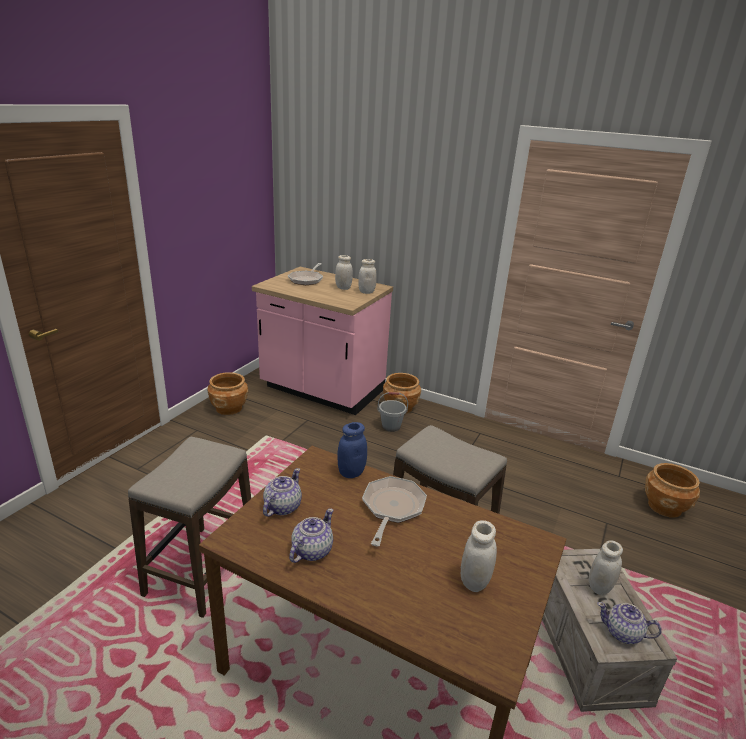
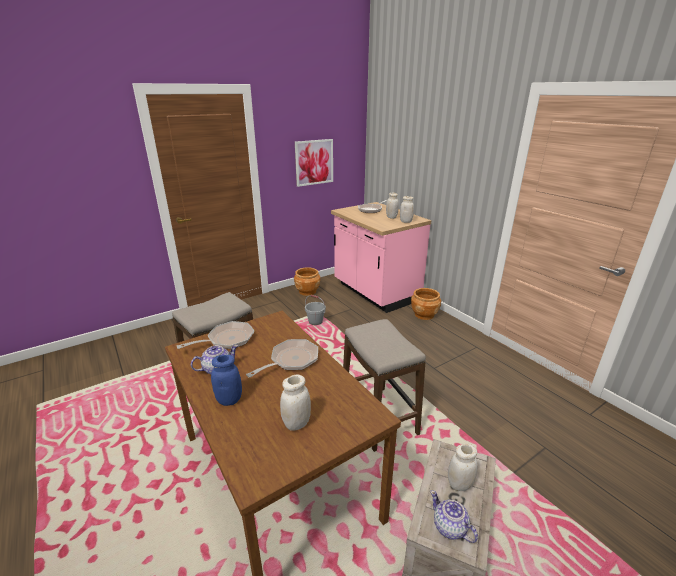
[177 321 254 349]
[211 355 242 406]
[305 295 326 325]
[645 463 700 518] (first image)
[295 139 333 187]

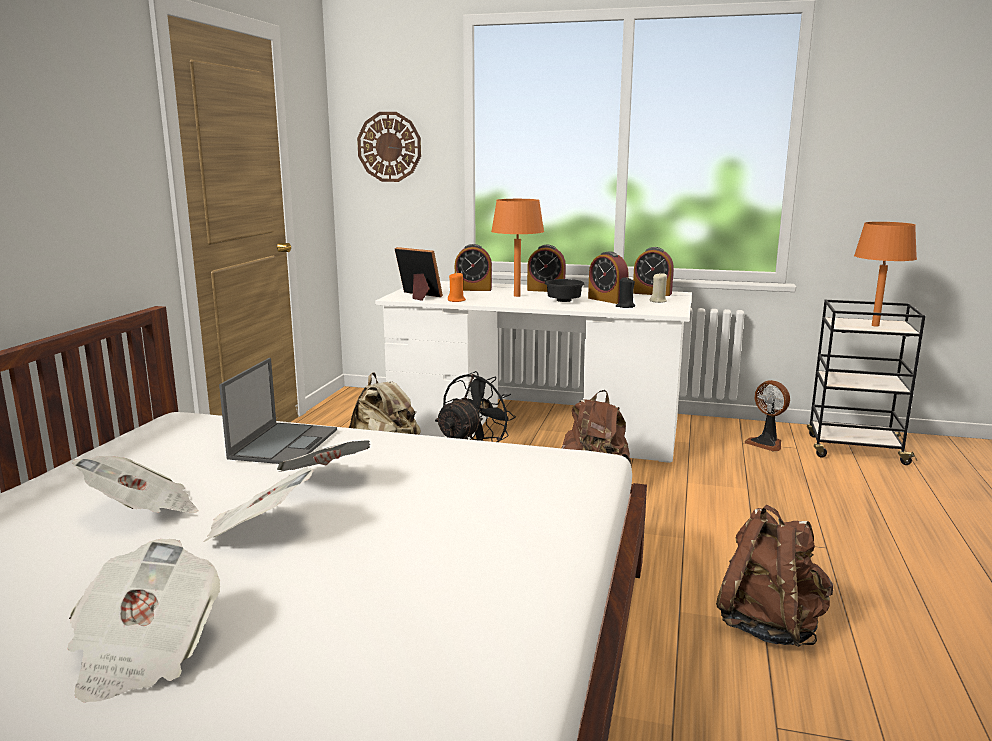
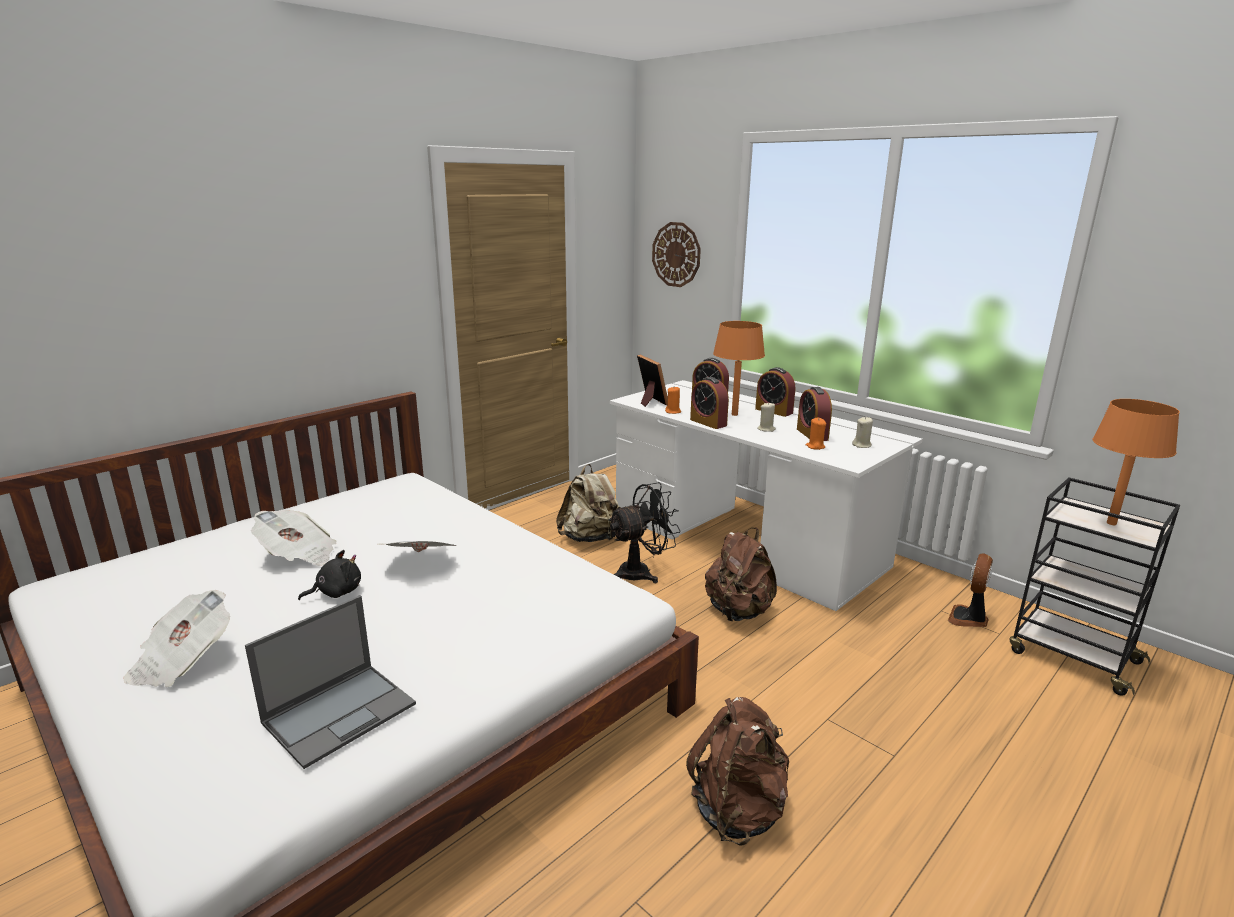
[298 550 361 600]
[245 595 416 769]
[757 402 776 432]
[806 418 826 450]
[690 377 729 429]
[948 553 993 627]

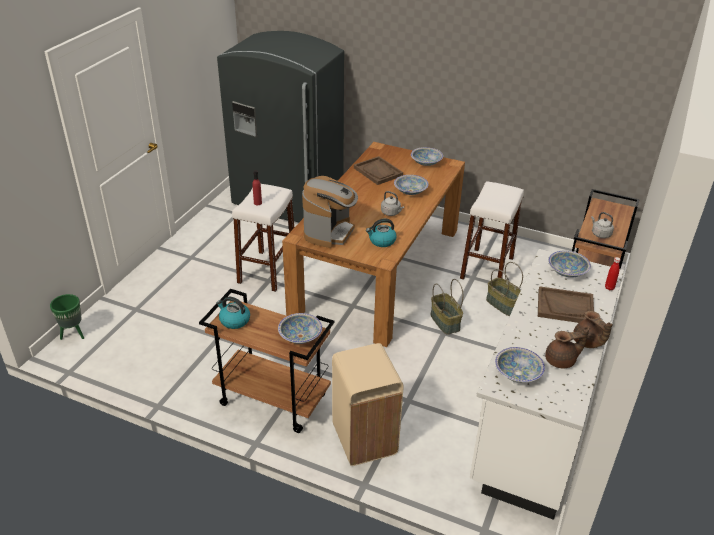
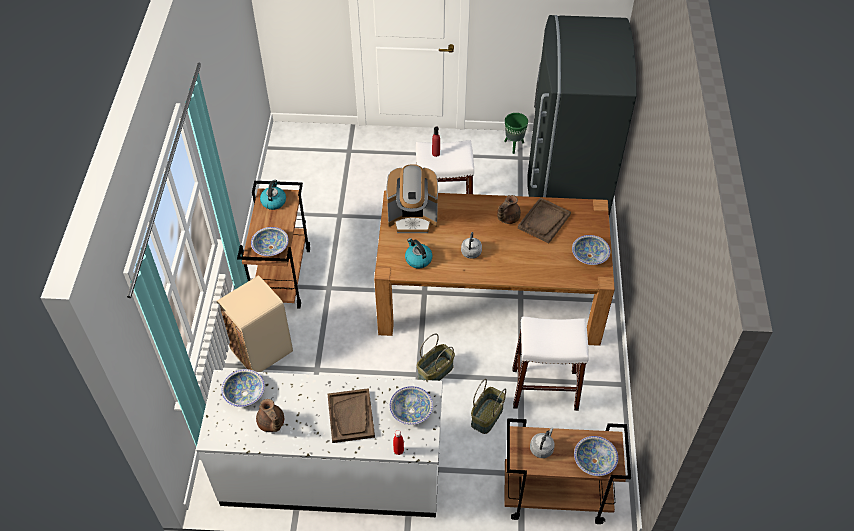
[504 113 528 154]
[574 436 618 476]
[497 195 521 224]

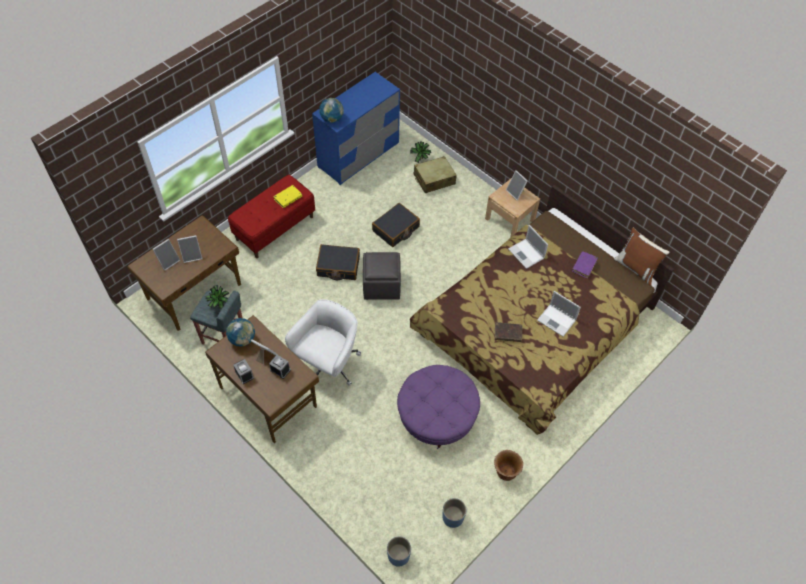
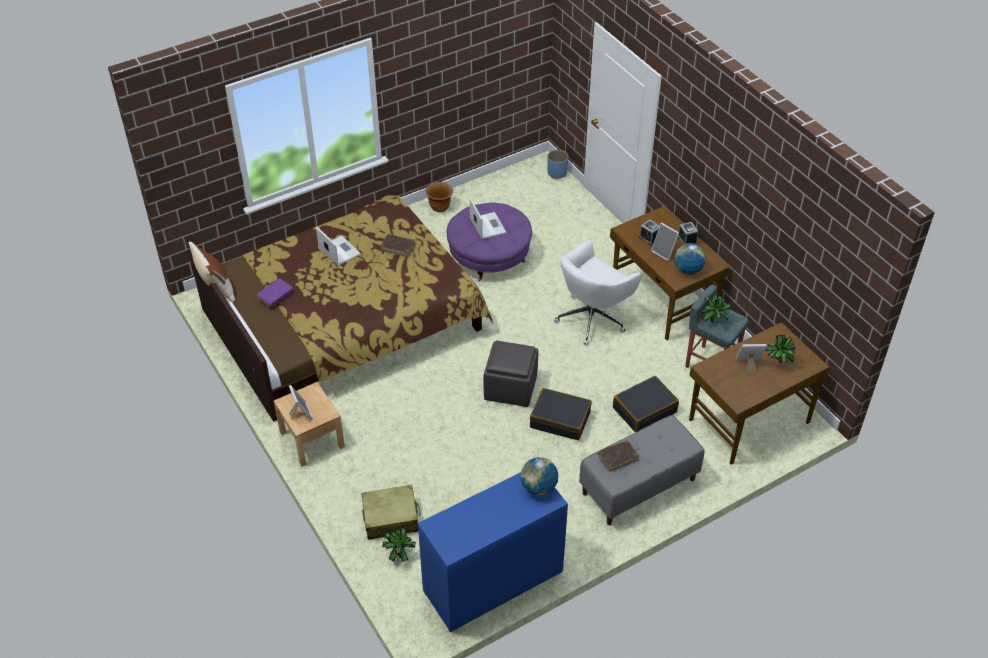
[765 335 796 363]
[579 415 704 525]
[598 440 639 472]
[613 376 679 432]
[442 498 466 528] (first image)
[470 199 506 239]

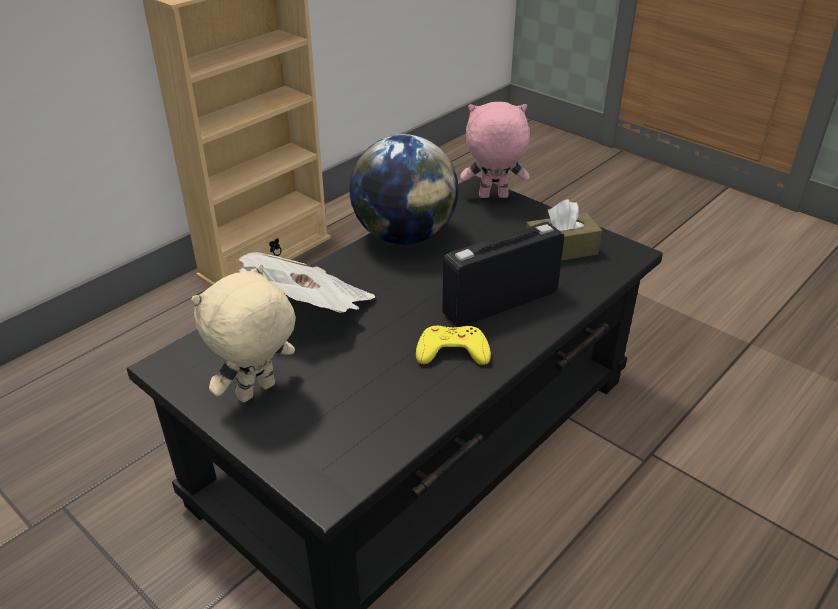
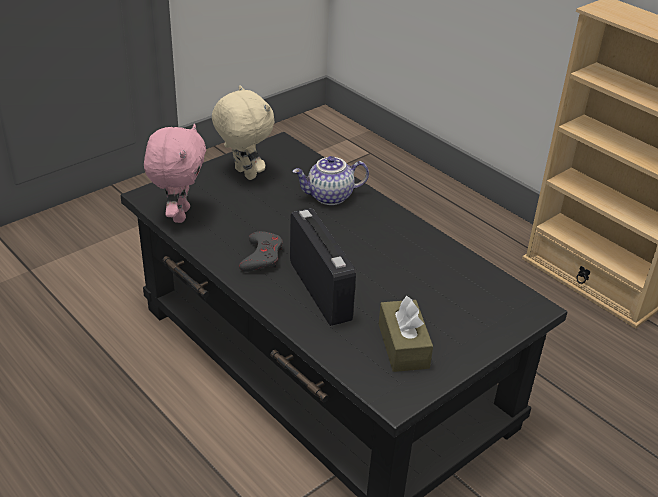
[292 156 369 205]
[350 134 459 245] (first image)
[239 231 283 272]
[144 124 206 223]

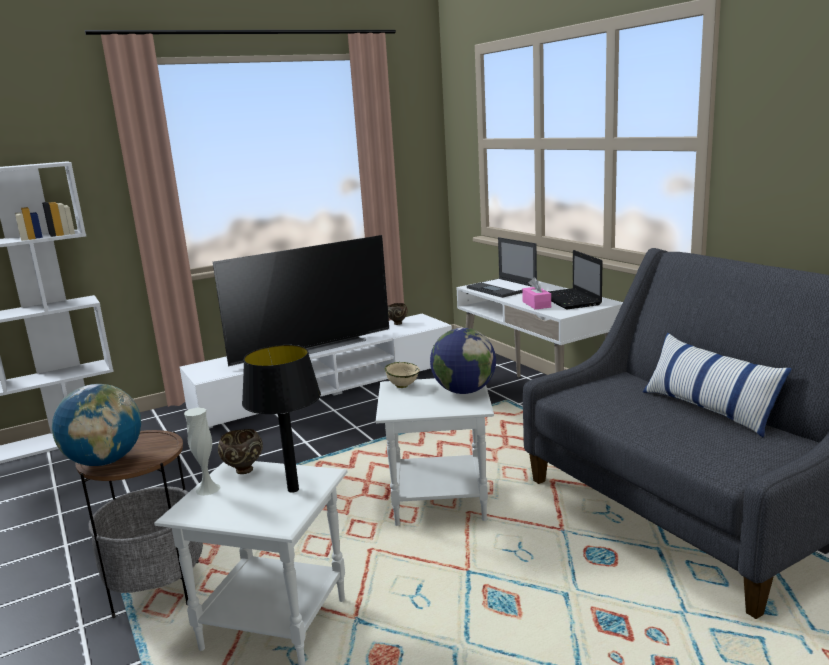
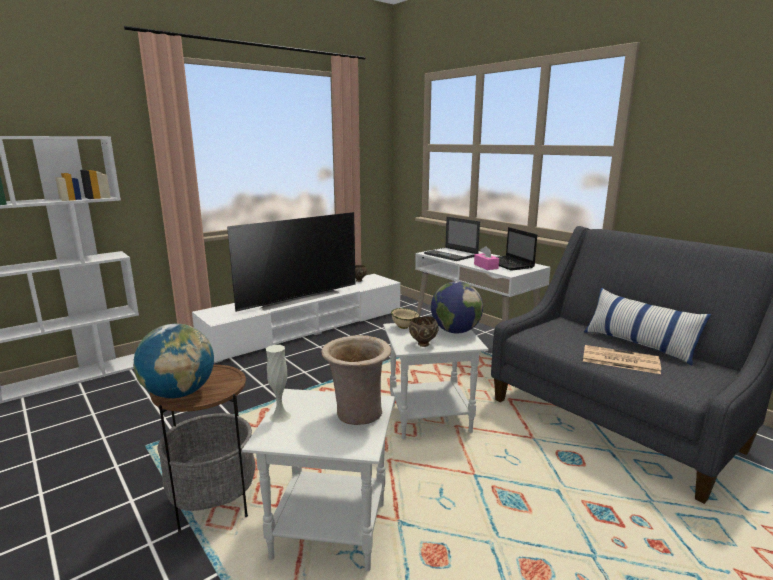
[409 317 439 347]
[321 335 391 425]
[583 345 661 374]

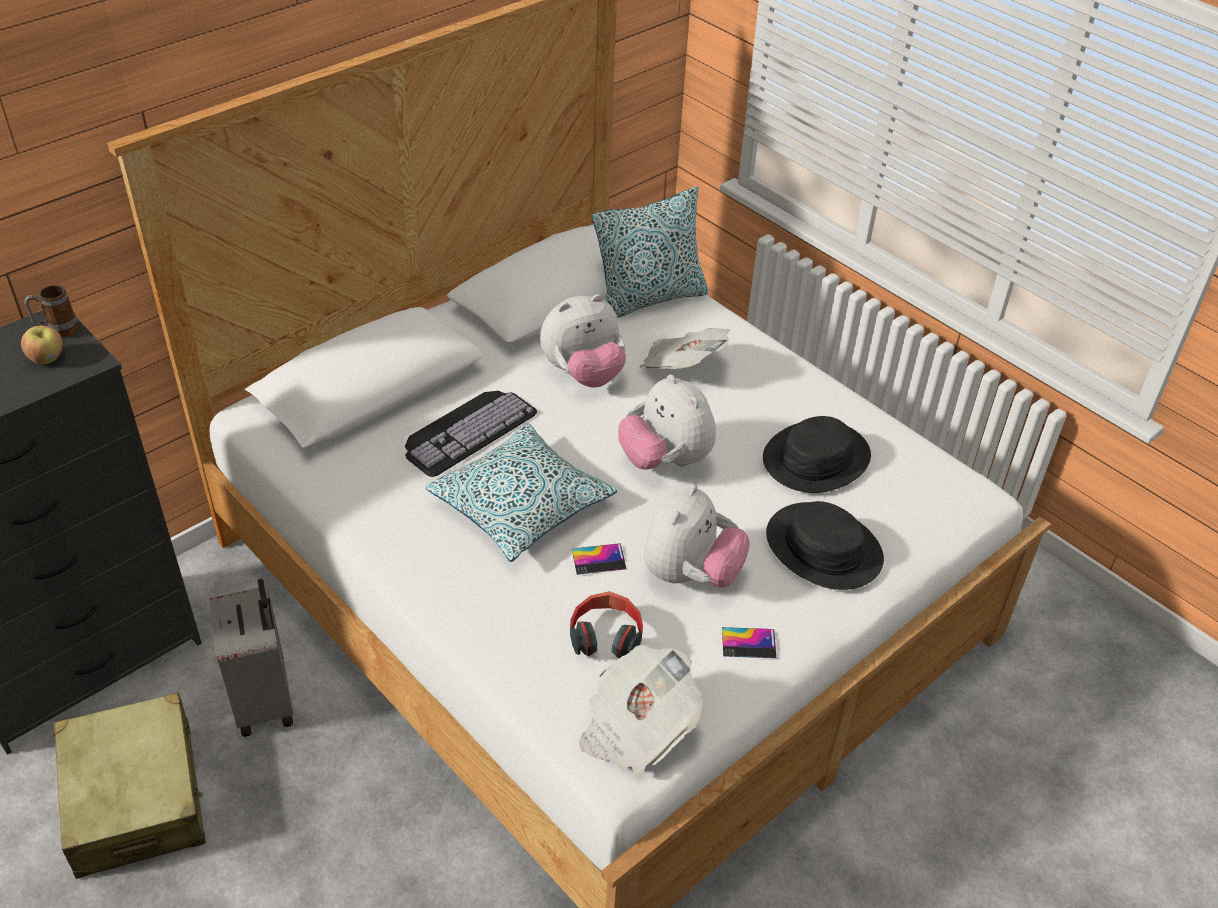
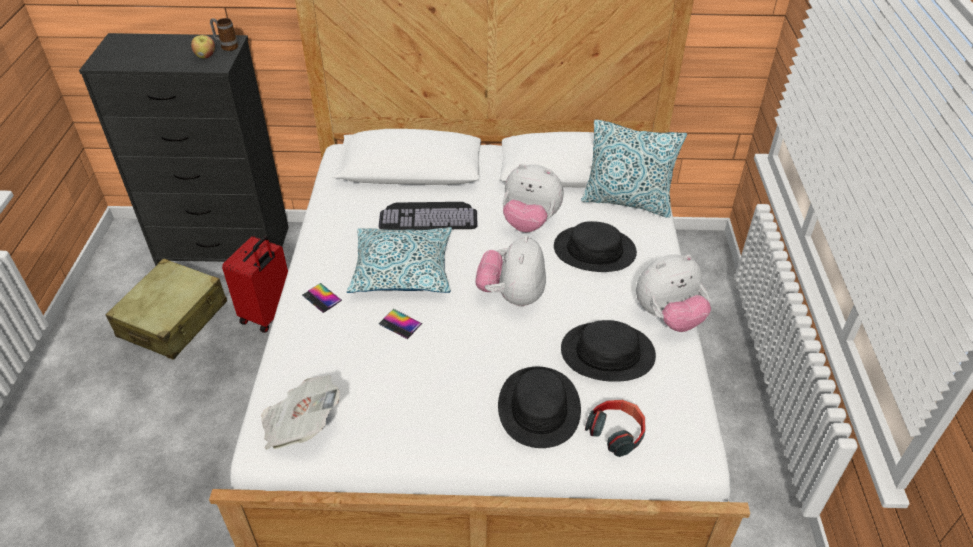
[222 236 288 333]
[585 400 645 457]
[554 221 637 272]
[636 254 711 332]
[302 283 342 313]

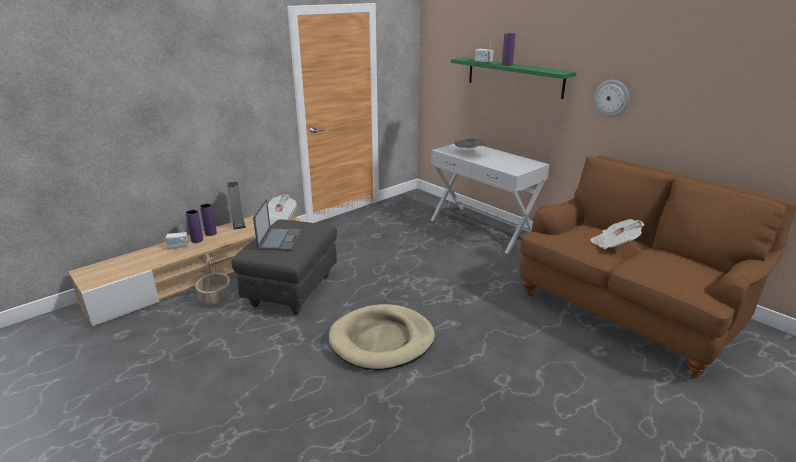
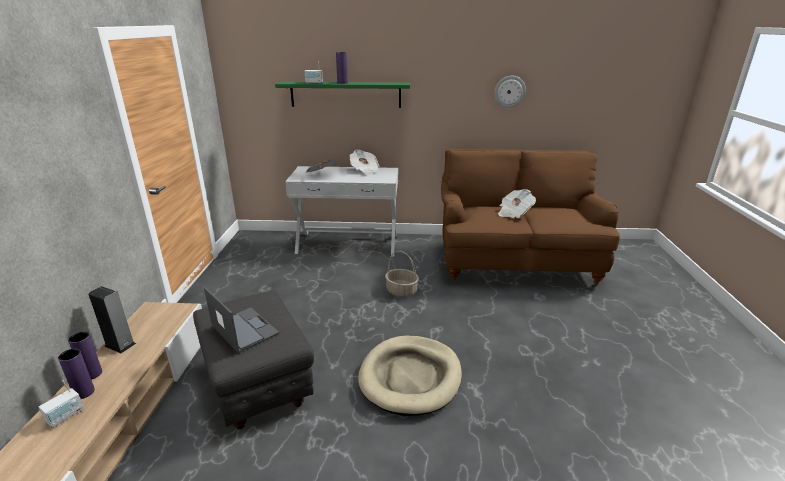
[385 251 419 297]
[349 150 380 176]
[494 76 526 108]

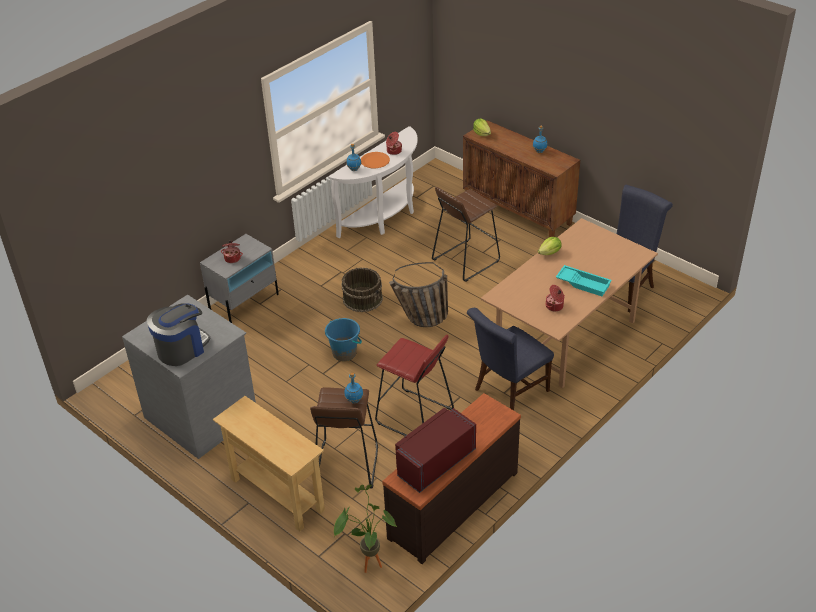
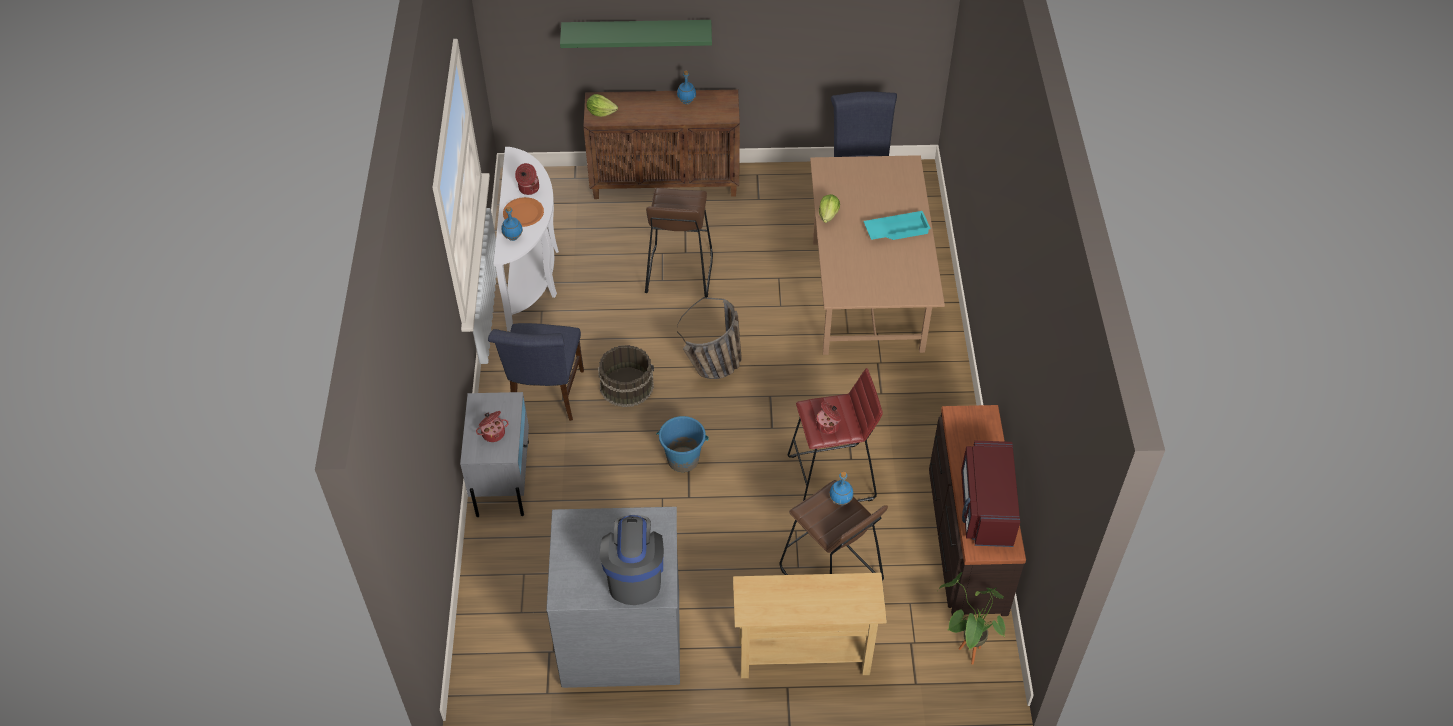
[488 323 584 421]
[816 402 841 434]
[560 20 712 48]

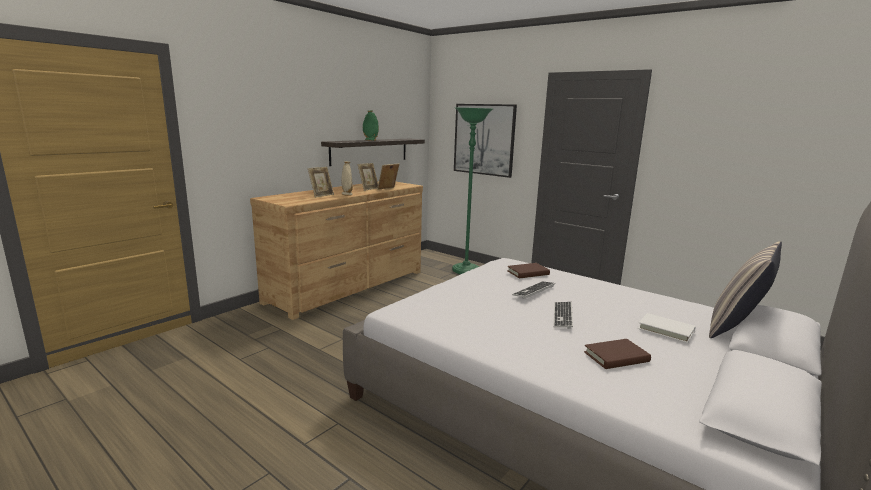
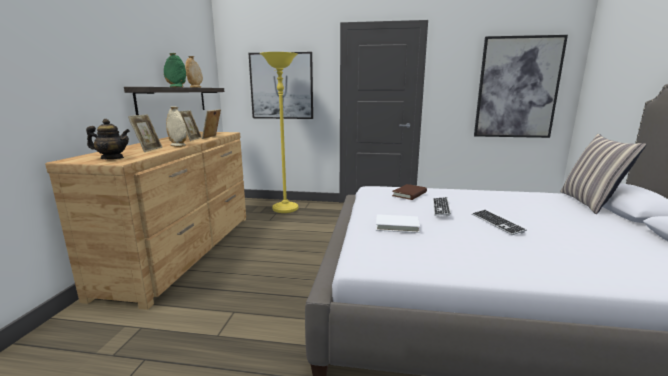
[260 52 298 213]
[584 339 651 369] (first image)
[376 214 420 233]
[86 119 130 159]
[185 56 203 88]
[474 35 568 138]

